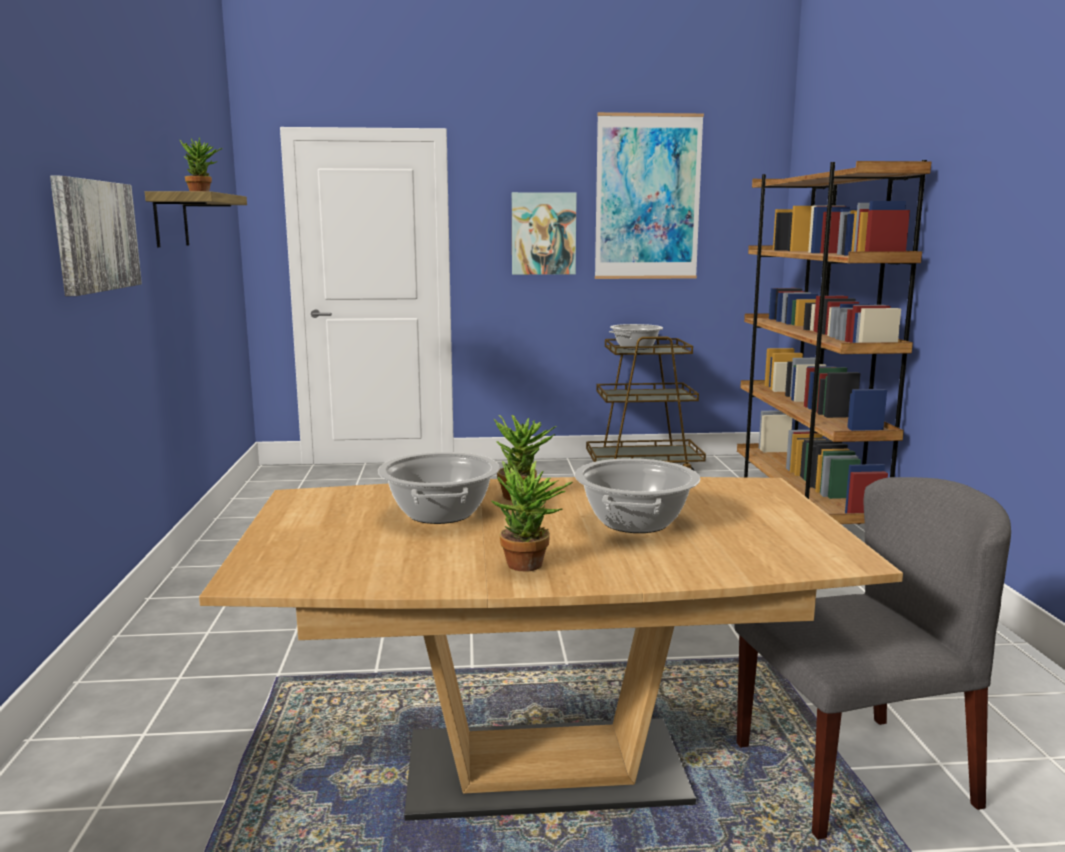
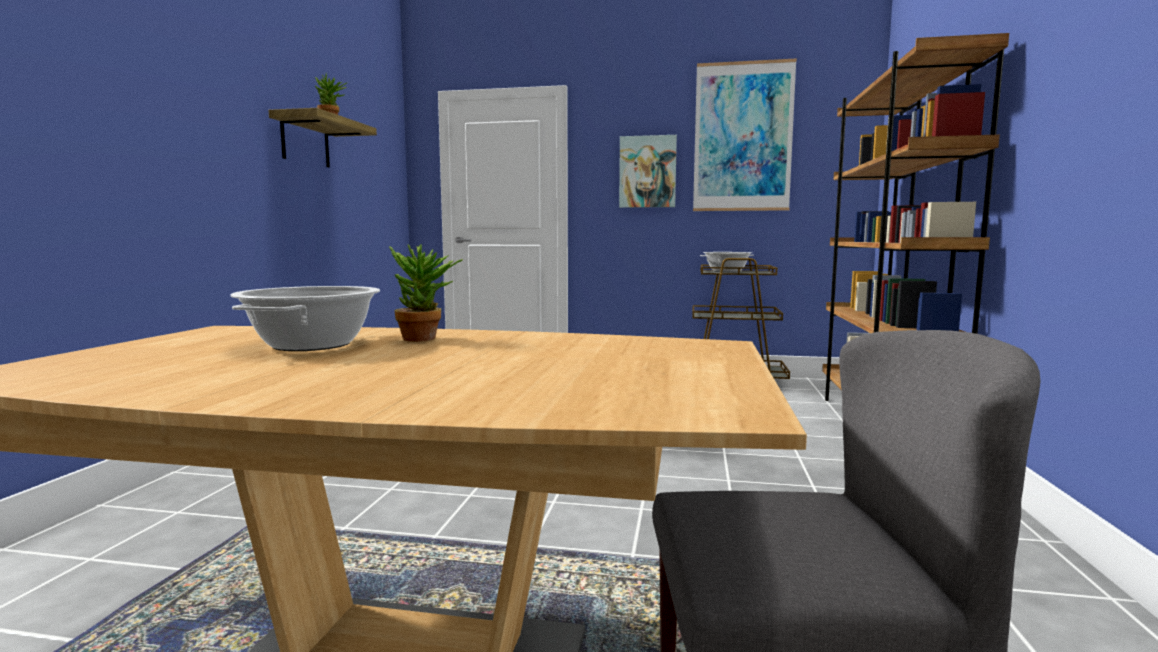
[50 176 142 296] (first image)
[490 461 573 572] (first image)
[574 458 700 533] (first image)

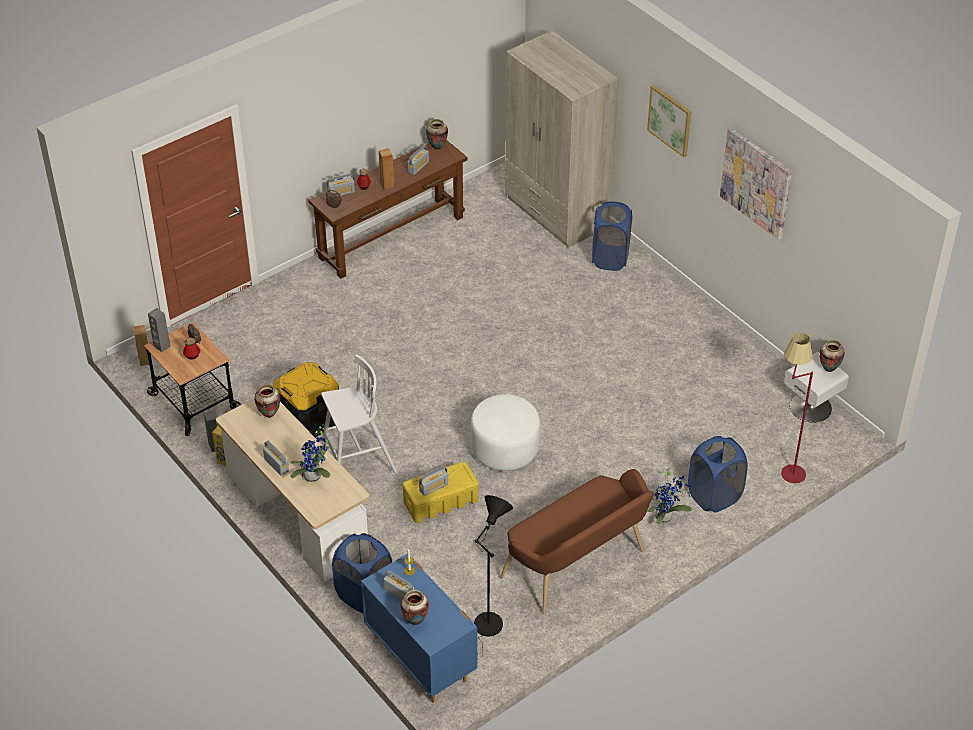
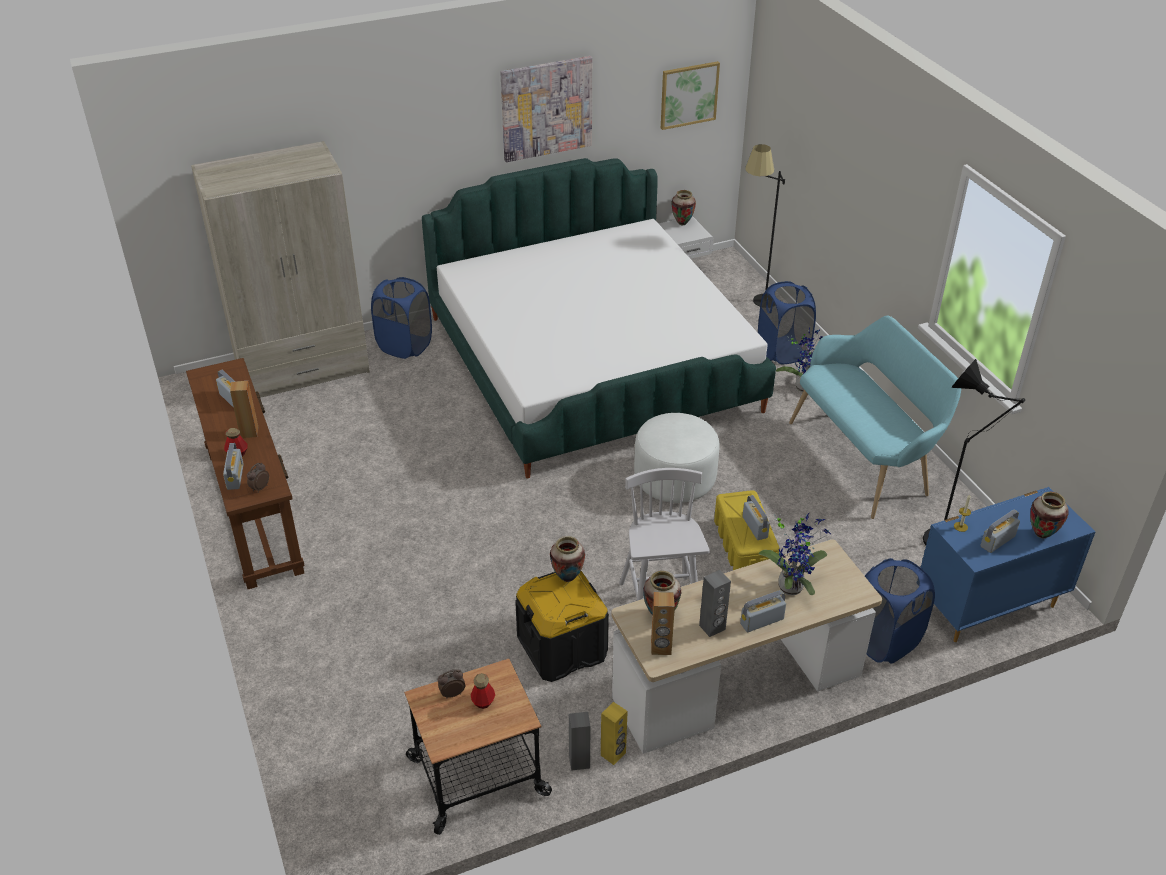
[651 592 675 655]
[699 570 731 637]
[550 536 585 582]
[789 316 961 519]
[661 61 720 130]
[745 144 785 307]
[422 158 776 478]

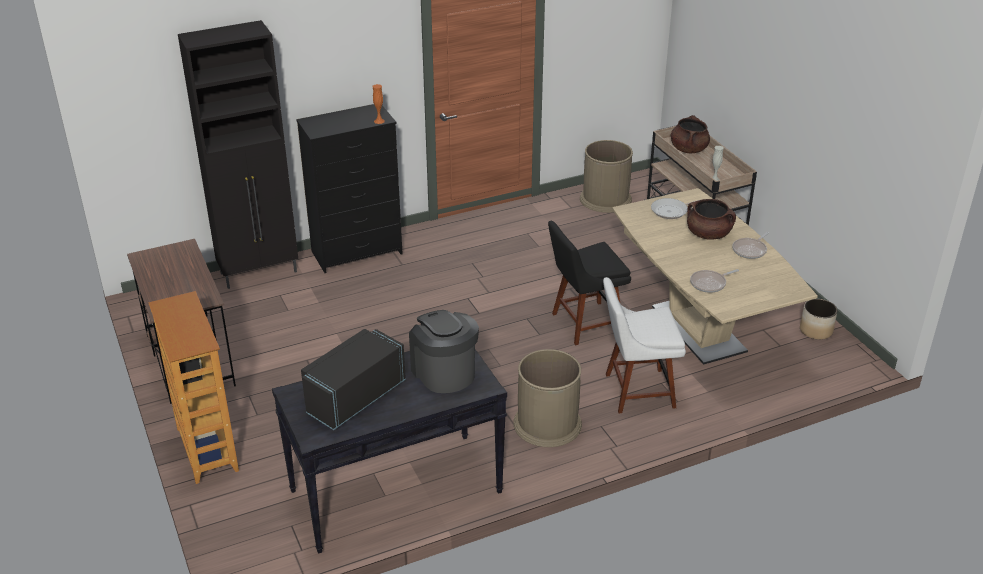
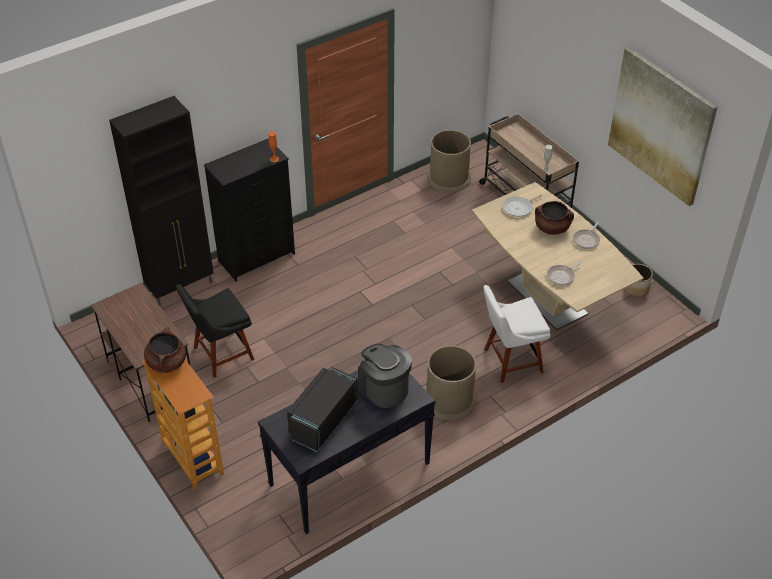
[176 284 254 378]
[144 327 186 373]
[608 47 718 206]

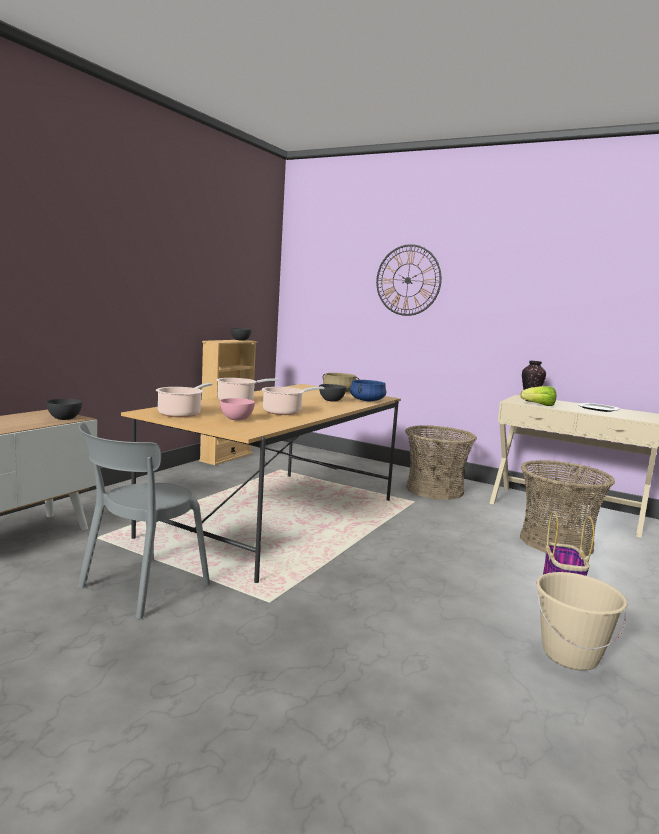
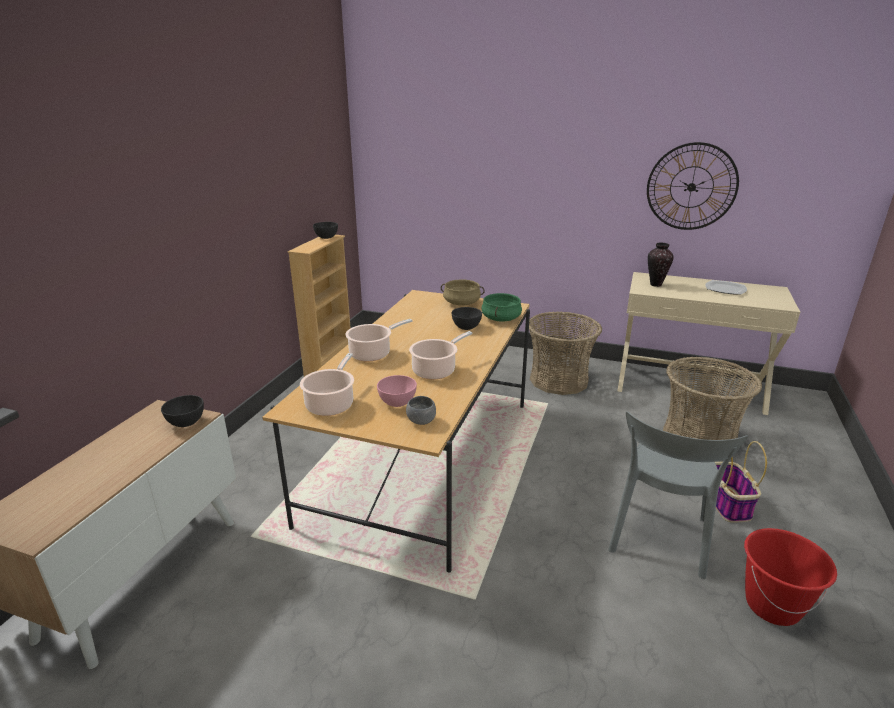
[608 411 748 579]
[481 293 522 322]
[647 142 739 230]
[520 386 556 406] (first image)
[744 528 837 626]
[406 396 436 425]

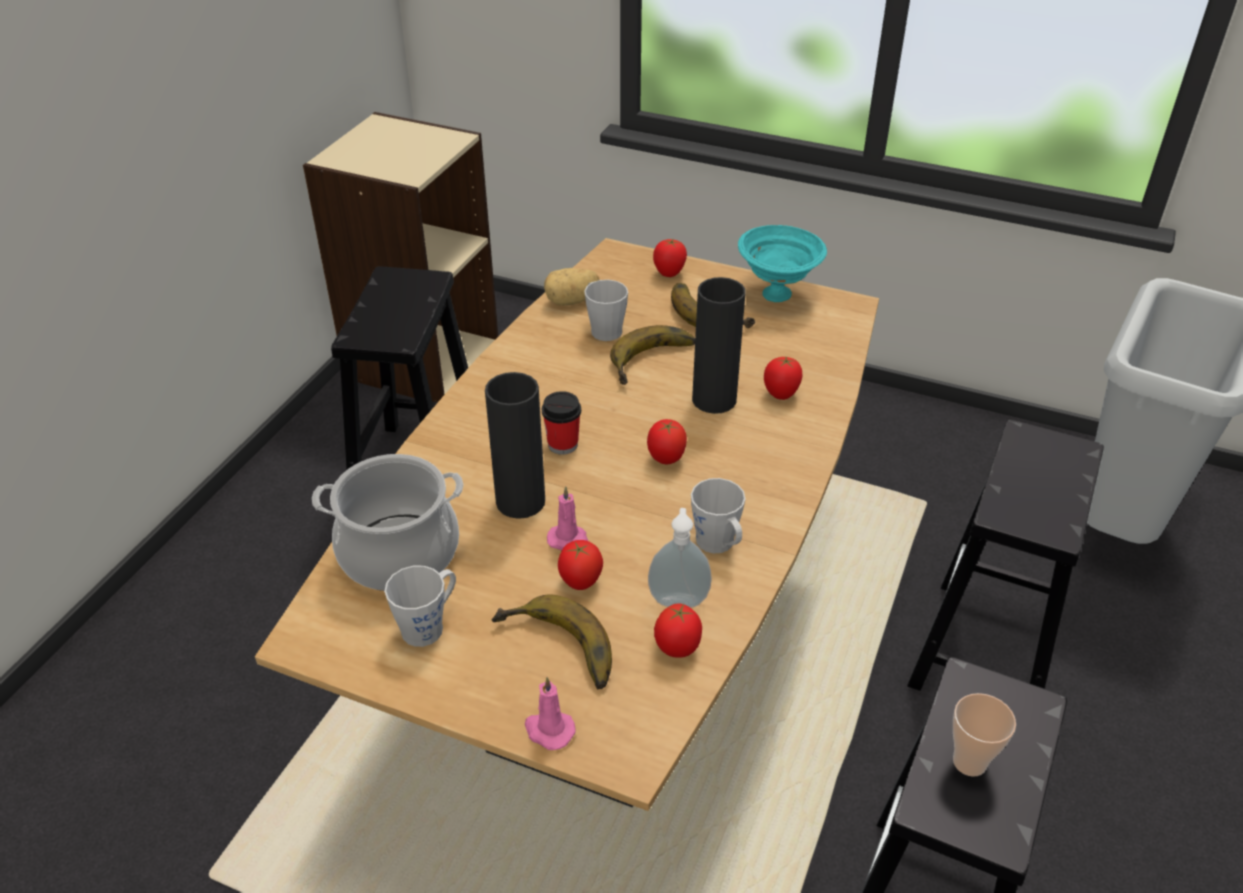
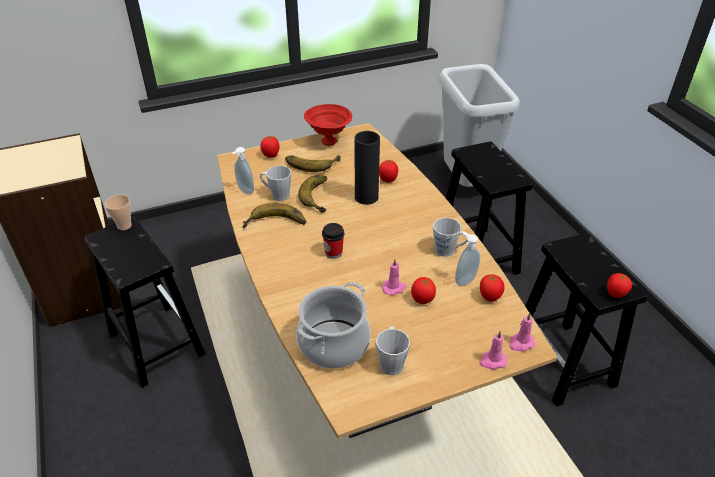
[485 372 545 519] (first image)
[243 203 306 228]
[233 147 254 195]
[607 273 632 298]
[304 104 352 146]
[105 195 132 230]
[509 313 535 351]

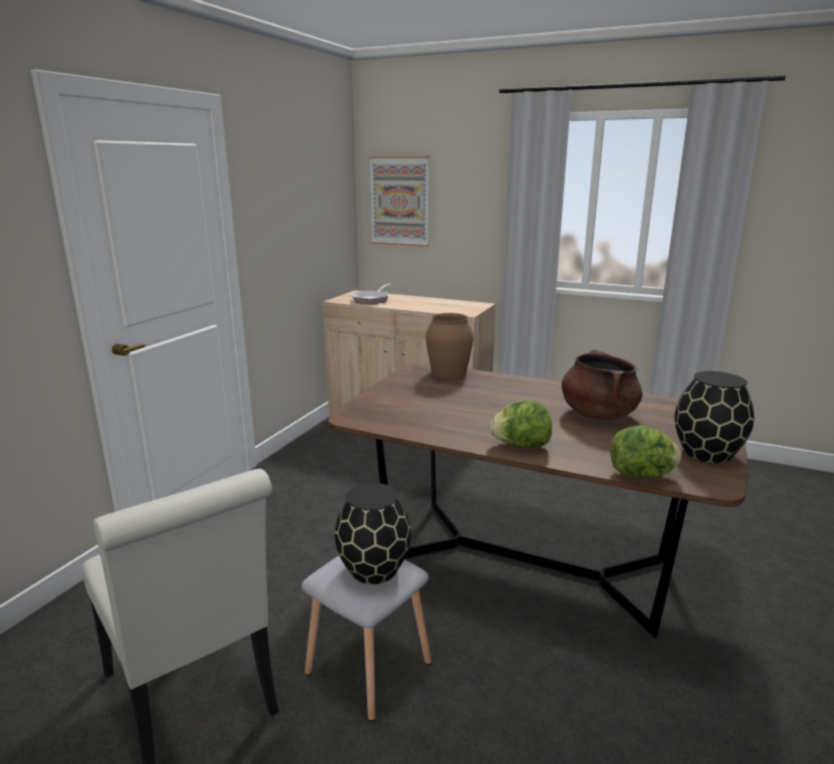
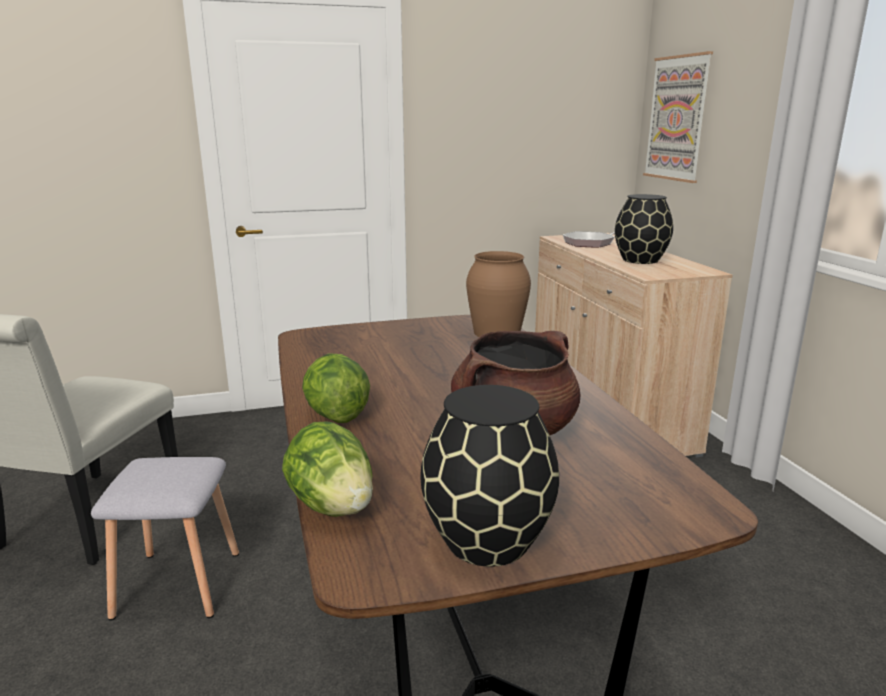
[615 194 673 264]

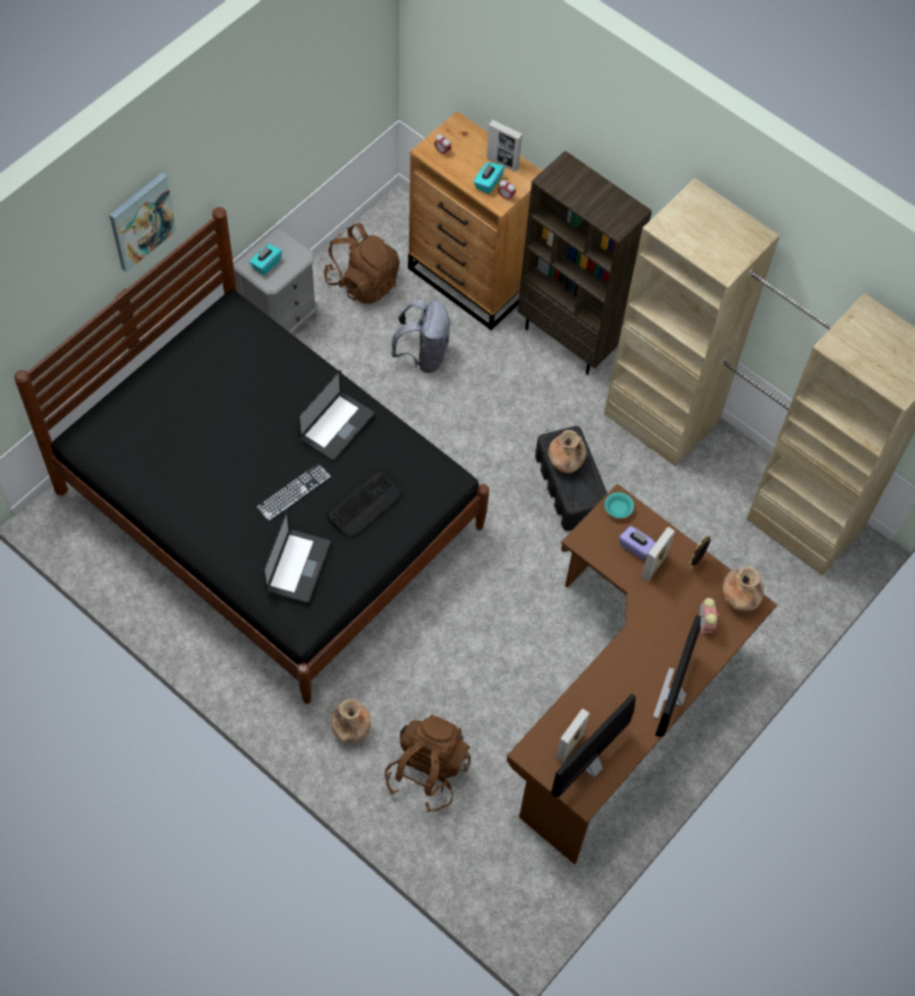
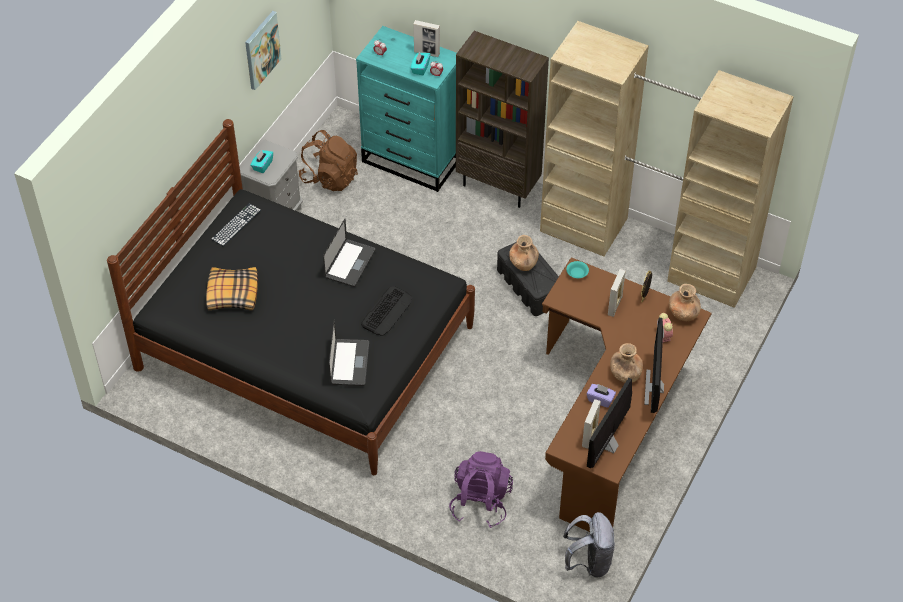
[245 11 281 90]
[211 204 261 246]
[610 343 643 383]
[449 451 513 528]
[563 512 615 578]
[356 26 457 192]
[586 384 616 408]
[206 267 258 311]

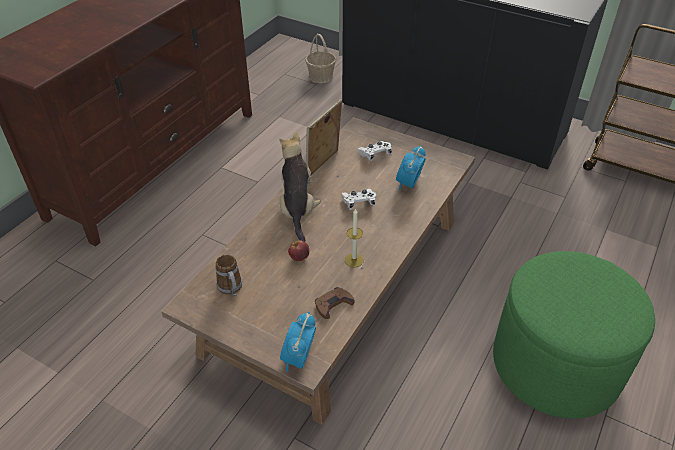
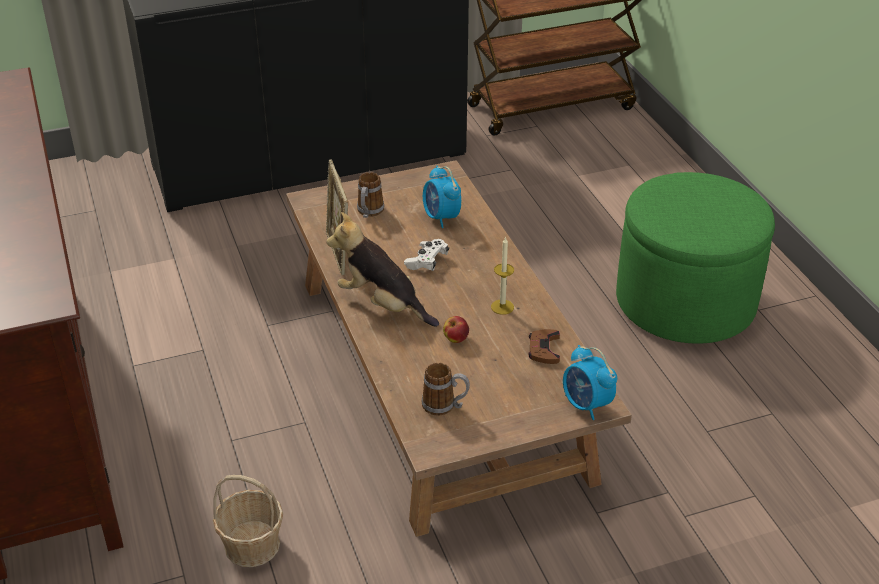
[213 475 283 567]
[357 172 384 218]

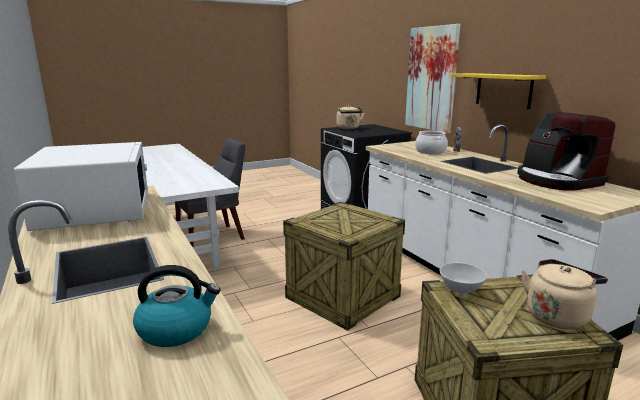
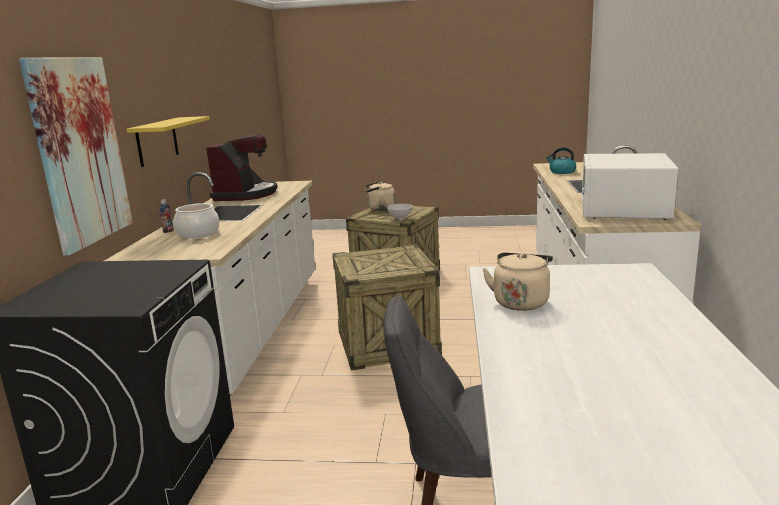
[483 252 553 311]

